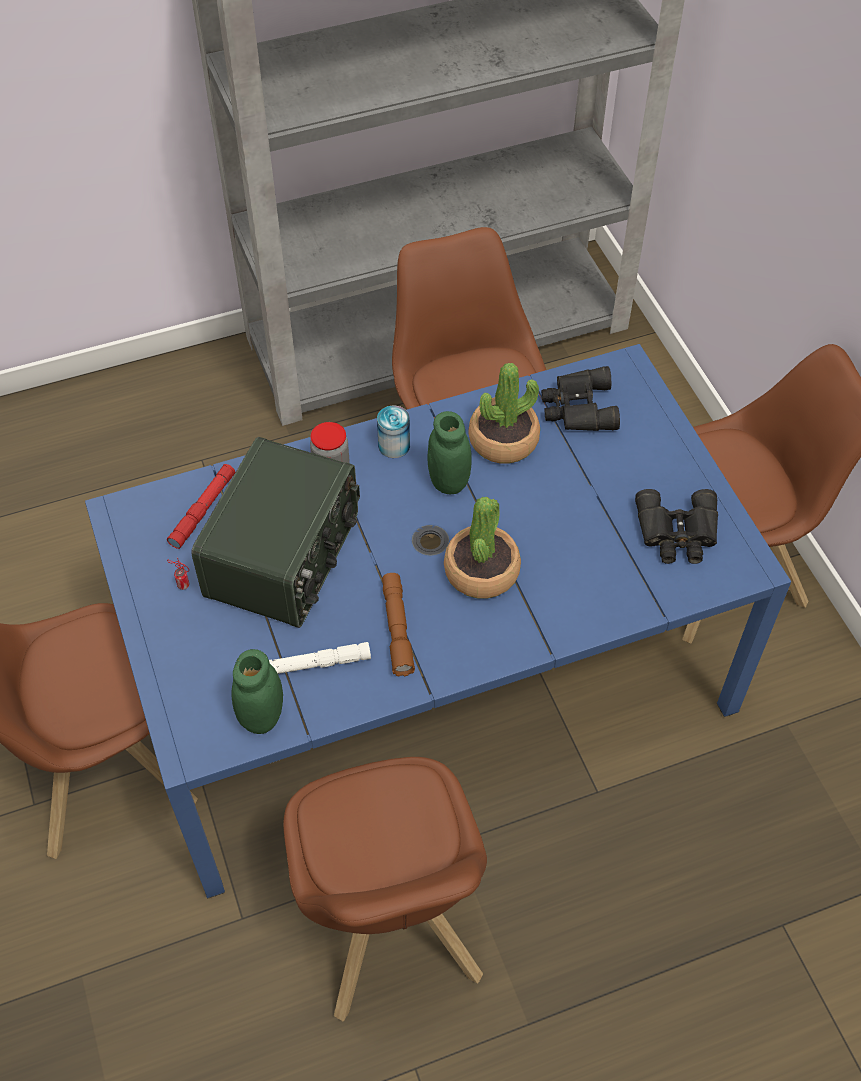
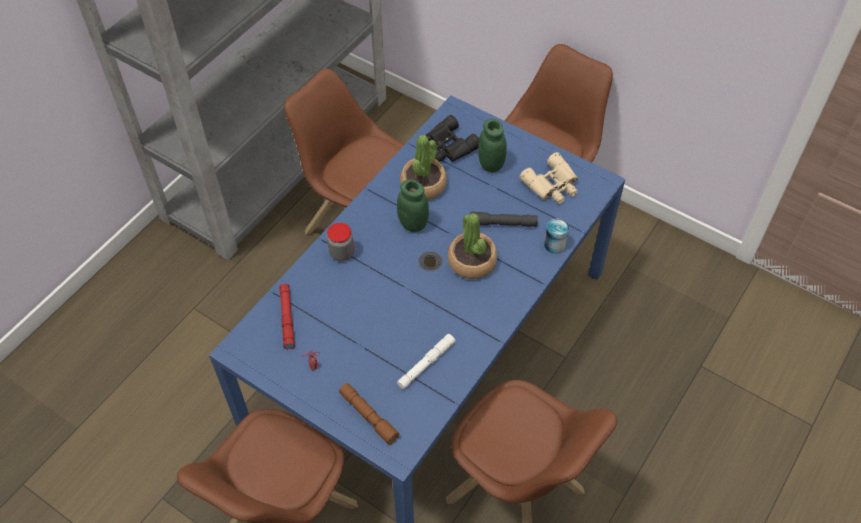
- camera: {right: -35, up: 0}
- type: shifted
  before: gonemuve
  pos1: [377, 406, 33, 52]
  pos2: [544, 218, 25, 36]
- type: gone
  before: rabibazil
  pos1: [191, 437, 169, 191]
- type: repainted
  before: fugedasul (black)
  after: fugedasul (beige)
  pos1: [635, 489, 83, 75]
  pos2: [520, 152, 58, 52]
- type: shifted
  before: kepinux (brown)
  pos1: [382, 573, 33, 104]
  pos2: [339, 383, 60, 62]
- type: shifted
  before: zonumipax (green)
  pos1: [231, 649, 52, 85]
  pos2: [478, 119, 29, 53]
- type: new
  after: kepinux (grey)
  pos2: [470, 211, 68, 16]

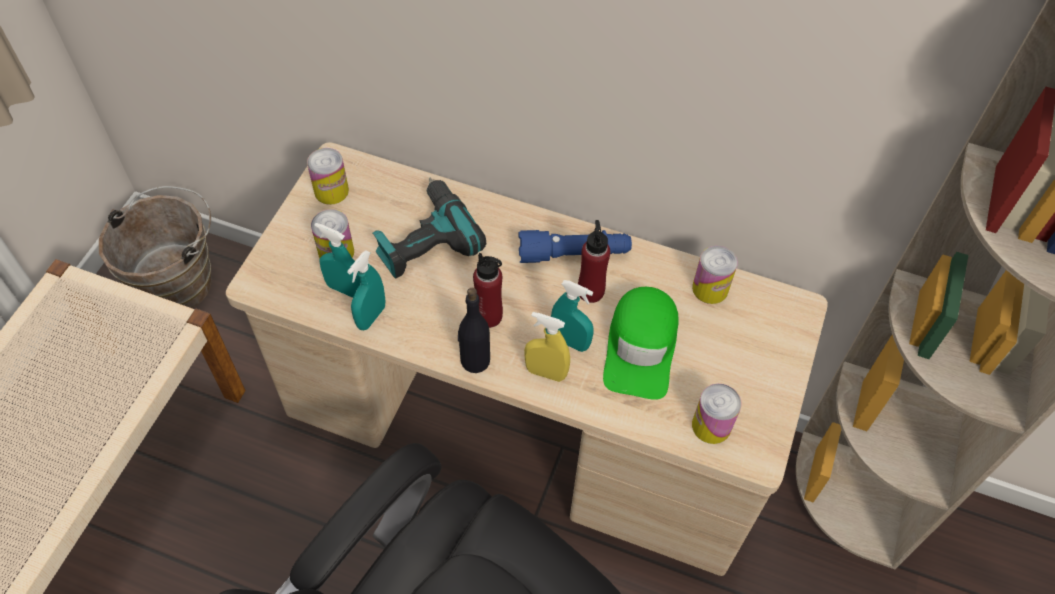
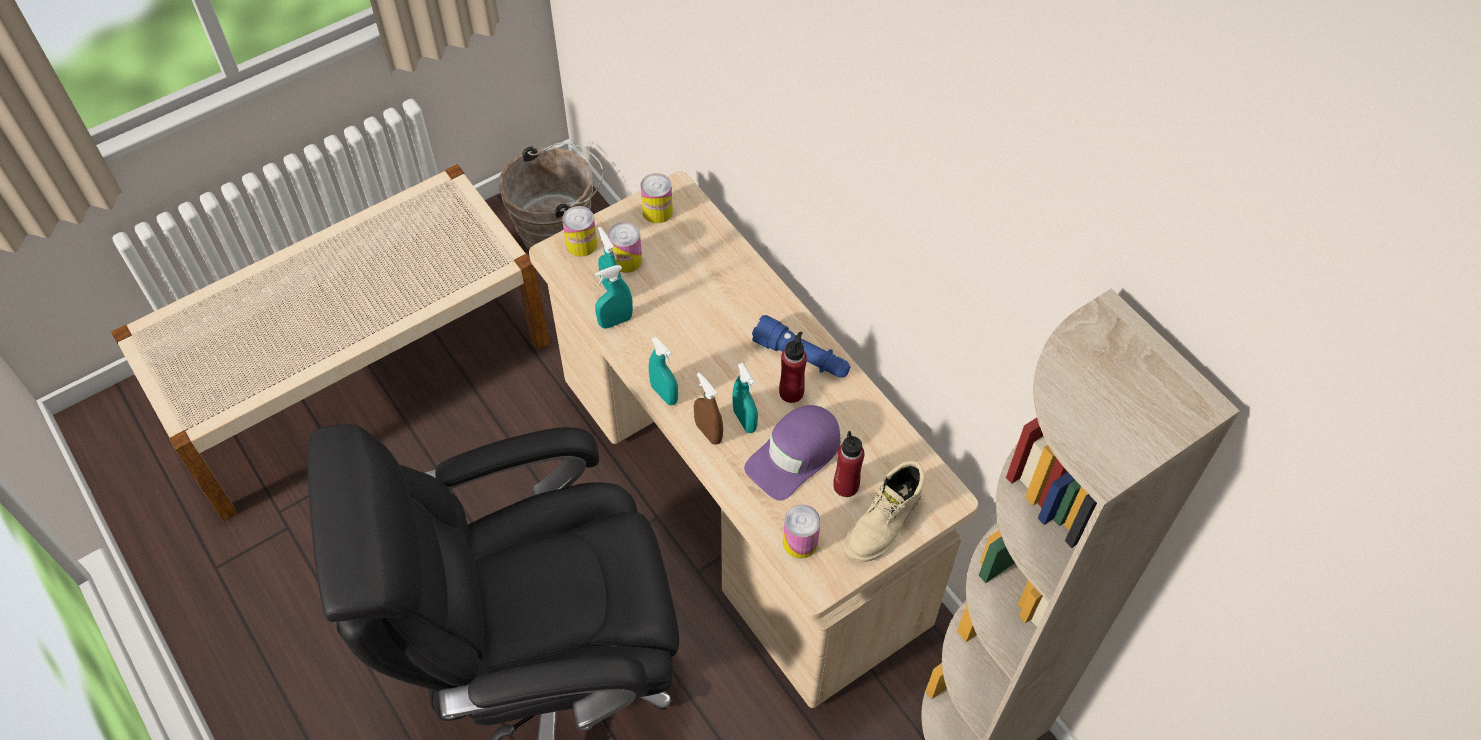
- camera: {right: 35, up: 0}
- type: gone
  before: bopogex
  pos1: [373, 177, 113, 101]
- type: shifted
  before: gonemuve
  pos1: [692, 246, 46, 58]
  pos2: [562, 206, 35, 51]
- type: shifted
  before: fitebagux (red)
  pos1: [473, 253, 30, 75]
  pos2: [833, 431, 32, 66]
- type: repainted
  before: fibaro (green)
  after: fibaro (purple)
  pos1: [603, 287, 76, 113]
  pos2: [744, 405, 96, 96]
- type: swapped
  before: fitebagux (black)
  after: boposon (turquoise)
  pos1: [458, 288, 32, 85]
  pos2: [649, 337, 29, 68]
- type: repainted
  before: boposon (yellow)
  after: boposon (brown)
  pos1: [524, 312, 46, 70]
  pos2: [694, 372, 29, 73]
- type: new
  after: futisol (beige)
  pos2: [844, 461, 81, 101]

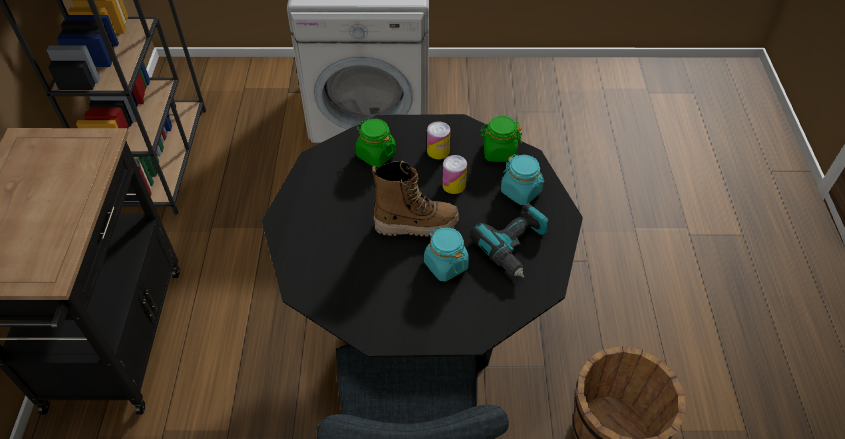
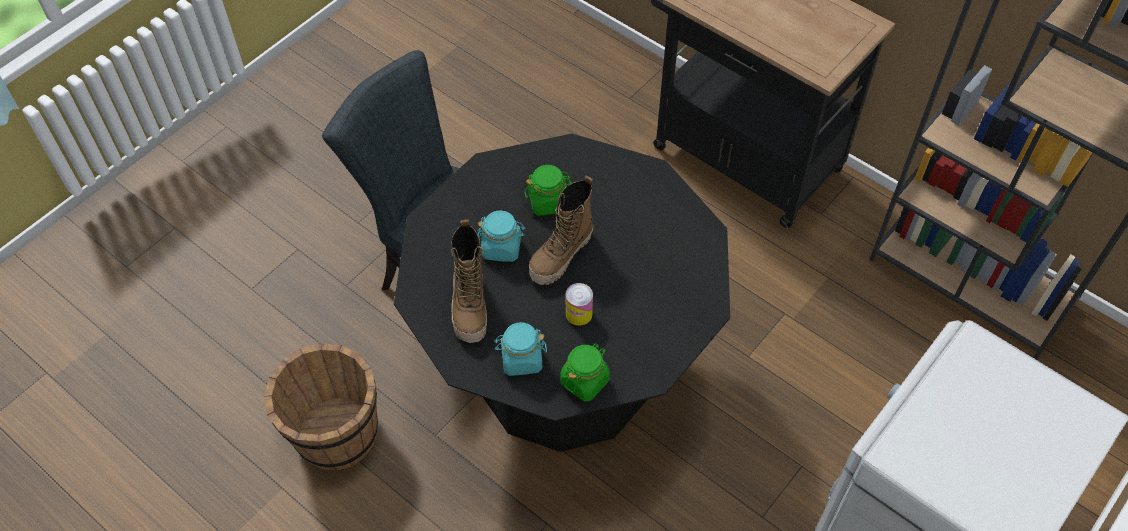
- camera: {right: 130, up: 5}
- type: shifted
  before: zonumipax (green)
  pos1: [356, 119, 40, 48]
  pos2: [525, 165, 47, 51]
- type: gone
  before: gonemuve
  pos1: [427, 121, 23, 38]
- type: swapped
  before: bopogex
  after: futisol
  pos1: [470, 203, 79, 75]
  pos2: [451, 220, 36, 123]

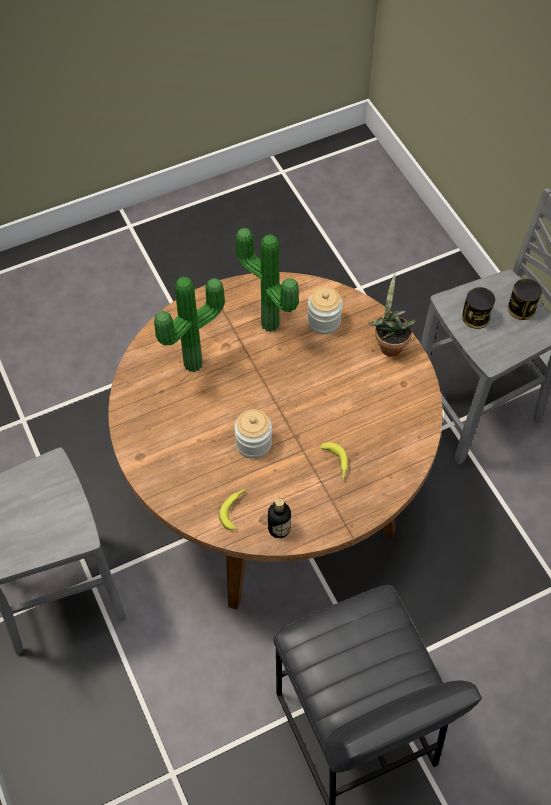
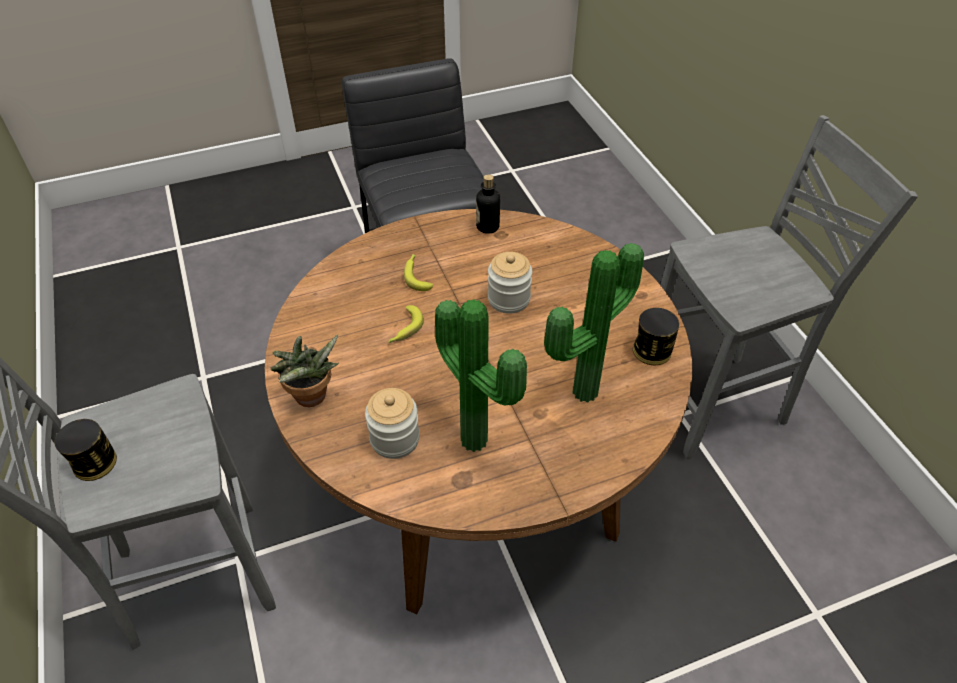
- camera: {right: -175, up: -10}
- type: shifted
  before: gonemuve
  pos1: [462, 287, 33, 42]
  pos2: [633, 308, 46, 57]
- type: shifted
  before: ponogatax
  pos1: [219, 488, 26, 43]
  pos2: [388, 305, 36, 38]

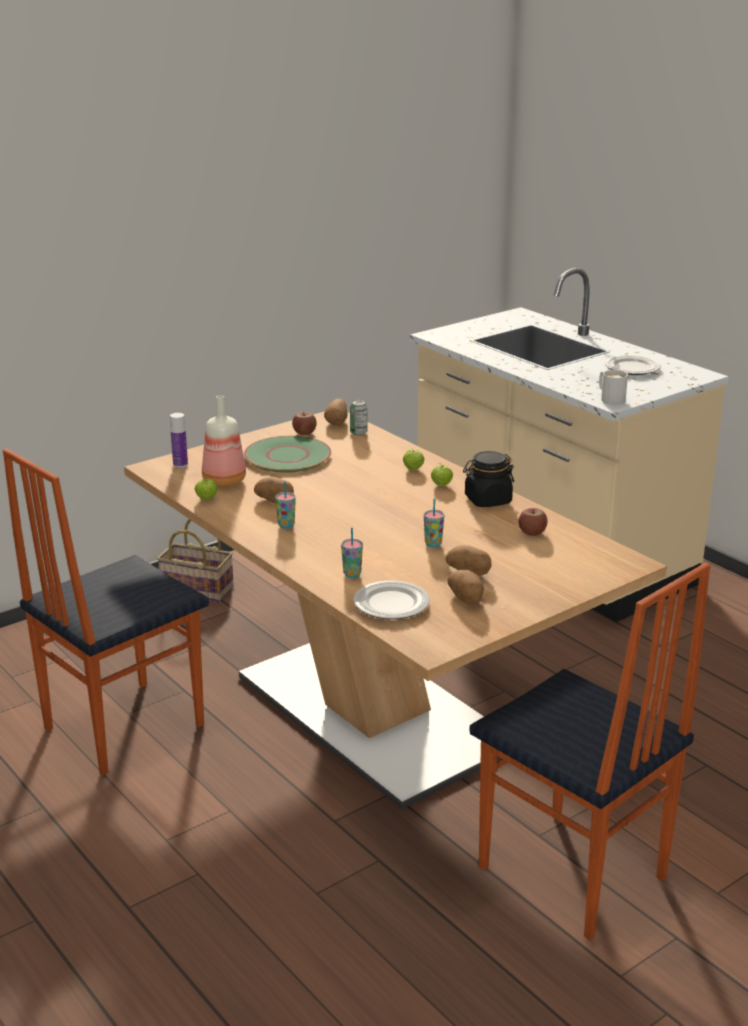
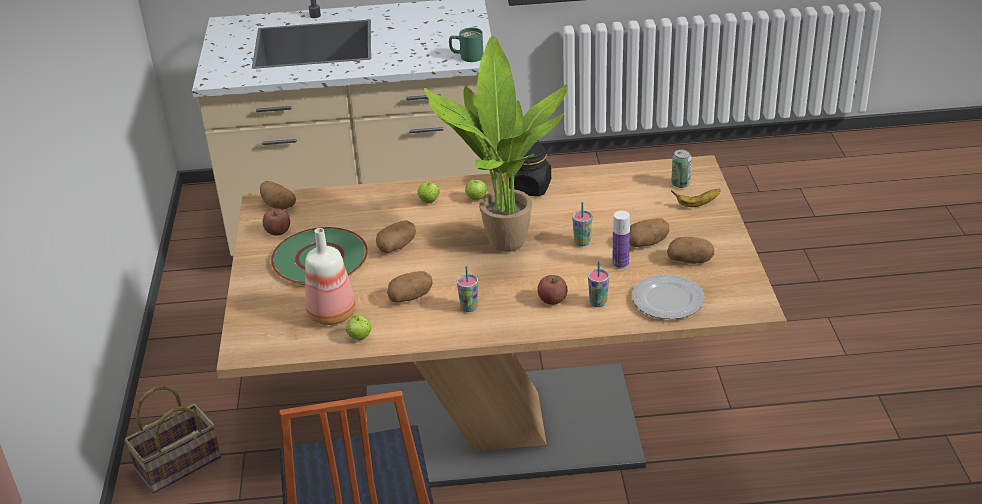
- camera: {right: -55, up: 10}
- type: gone
  before: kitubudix
  pos1: [605, 355, 56, 20]
- type: repainted
  before: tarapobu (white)
  after: tarapobu (green)
  pos1: [599, 370, 29, 35]
  pos2: [449, 28, 35, 34]
- type: shifted
  before: gonemuve
  pos1: [350, 400, 17, 36]
  pos2: [671, 150, 21, 38]
- type: shifted
  before: fitebagux
  pos1: [170, 413, 18, 55]
  pos2: [612, 211, 18, 58]
- type: shifted
  before: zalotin
  pos1: [519, 508, 29, 28]
  pos2: [538, 275, 29, 30]
- type: gone
  before: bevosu
  pos1: [469, 563, 242, 377]
- type: new
  after: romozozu
  pos2: [424, 36, 143, 216]
- type: new
  after: ponogatax
  pos2: [671, 189, 50, 18]
- type: new
  after: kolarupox
  pos2: [376, 220, 40, 33]

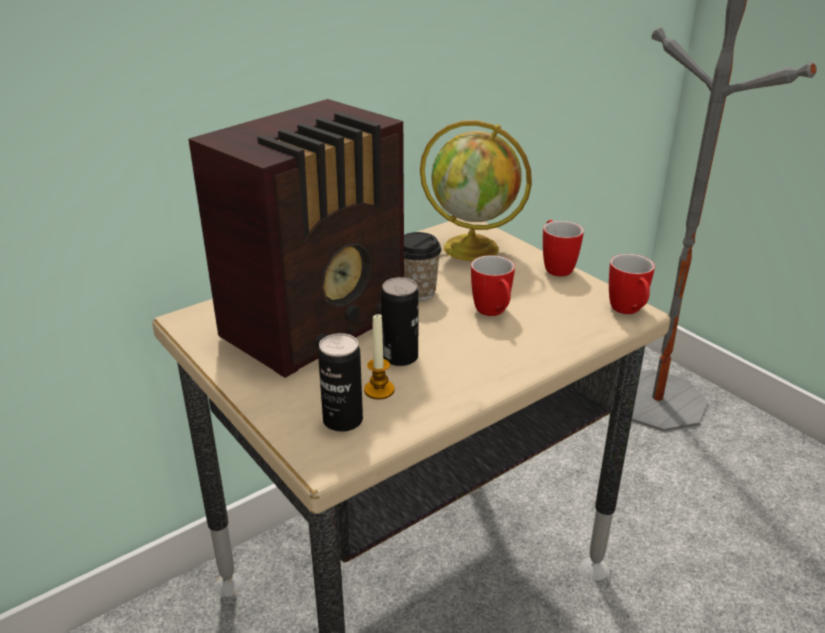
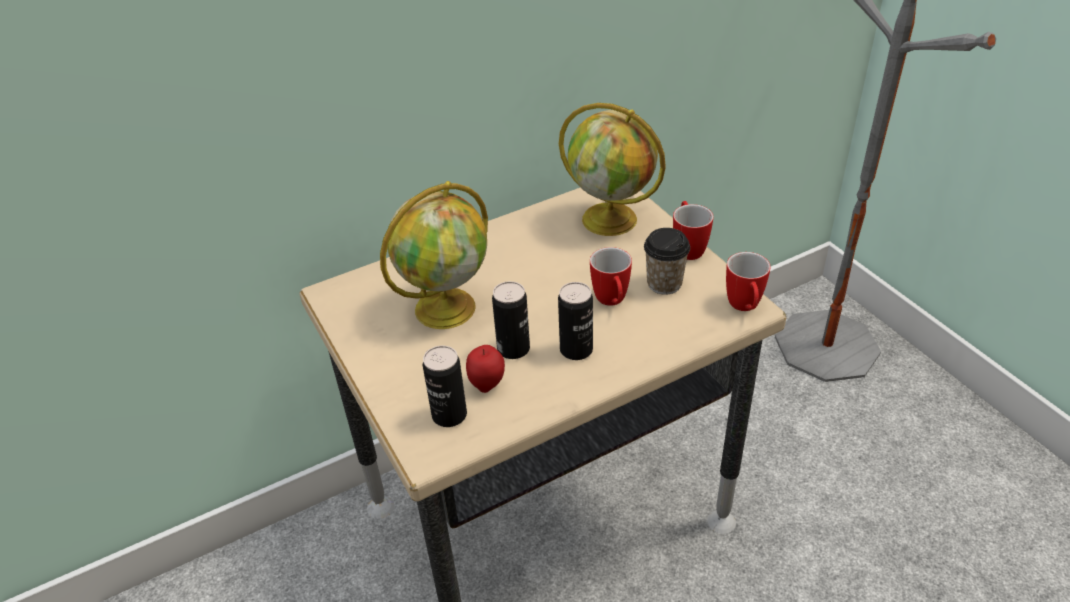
- camera: {right: 10, up: 10}
- type: swapped
  before: rabibazil
  after: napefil
  pos1: [188, 99, 216, 279]
  pos2: [380, 181, 108, 148]
- type: shifted
  before: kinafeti
  pos1: [404, 232, 38, 69]
  pos2: [644, 228, 46, 67]
- type: swapped
  before: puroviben
  after: zalotin
  pos1: [364, 314, 31, 86]
  pos2: [466, 345, 39, 48]
- type: new
  after: gonemuve
  pos2: [558, 282, 35, 78]

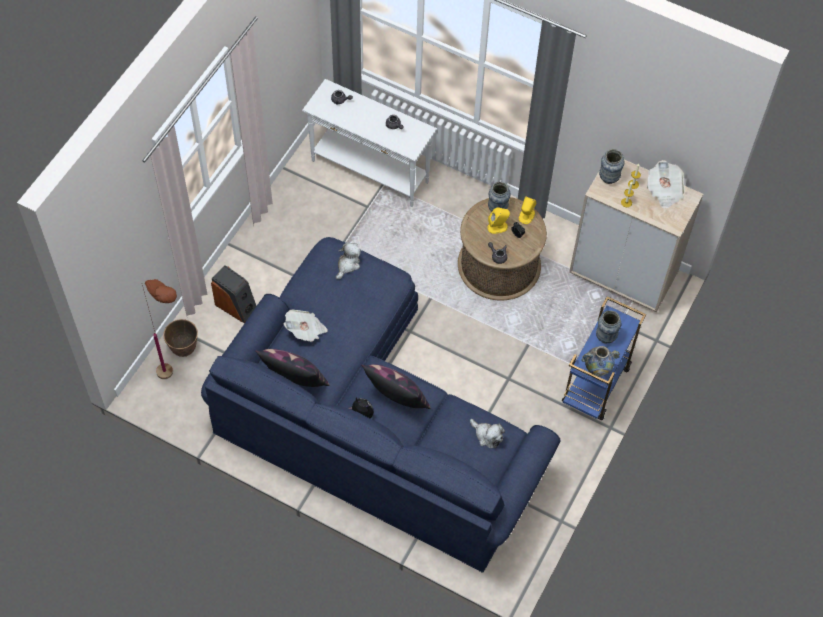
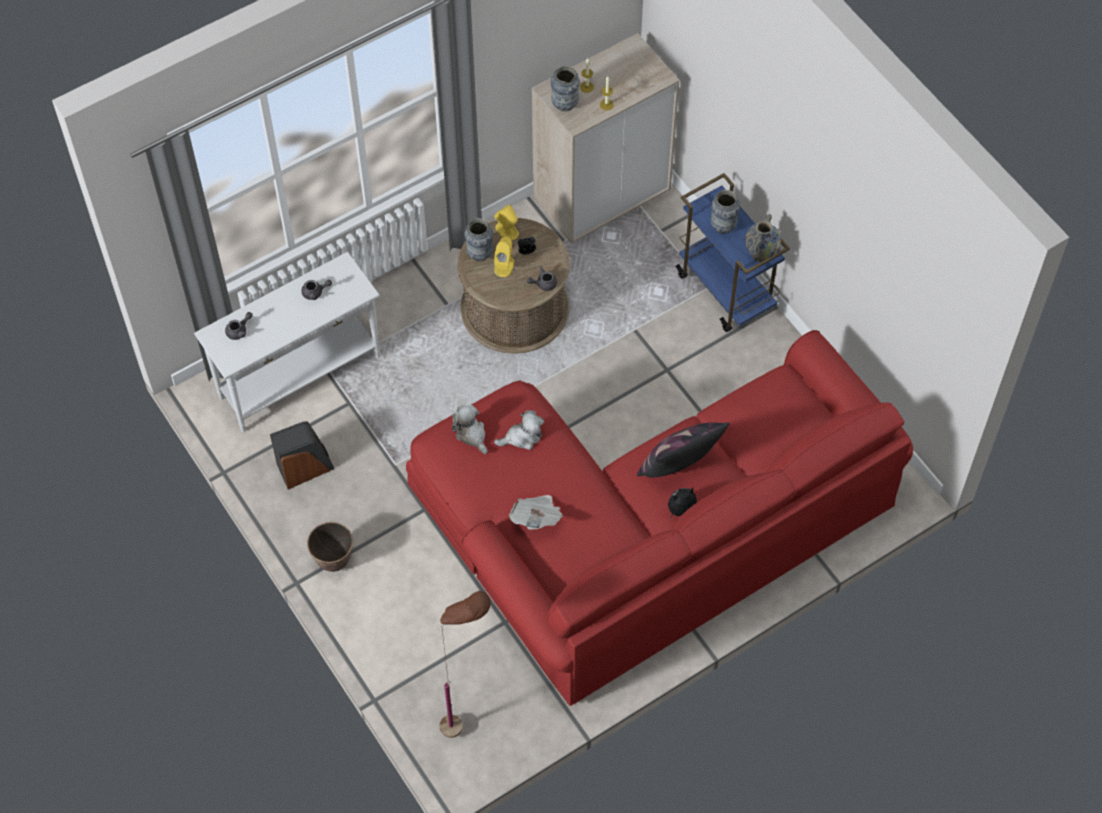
- camera: {right: -60, up: 0}
- type: gone
  before: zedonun
  pos1: [647, 160, 38, 49]
- type: repainted
  before: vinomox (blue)
  after: vinomox (red)
  pos1: [201, 237, 360, 335]
  pos2: [406, 330, 507, 376]
- type: shifted
  before: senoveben
  pos1: [211, 265, 45, 58]
  pos2: [270, 421, 64, 69]
- type: shifted
  before: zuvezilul
  pos1: [163, 319, 35, 38]
  pos2: [307, 522, 46, 50]
- type: gone
  before: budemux
  pos1: [255, 349, 74, 38]
- type: shifted
  before: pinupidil
  pos1: [470, 419, 35, 29]
  pos2: [494, 410, 50, 40]

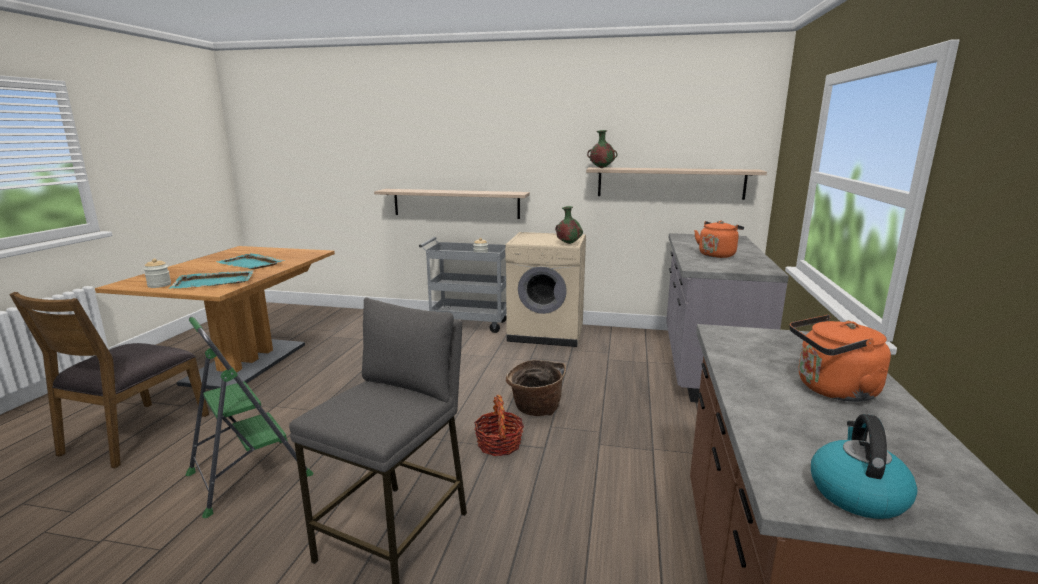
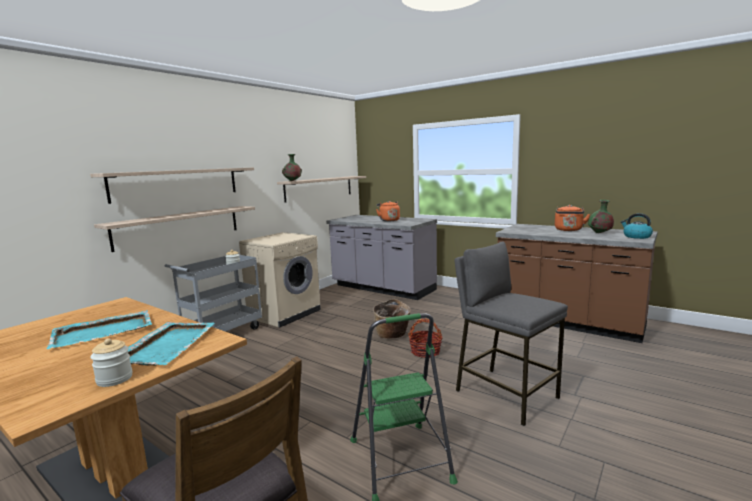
- camera: {right: -65, up: -5}
- type: shifted
  before: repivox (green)
  pos1: [555, 206, 28, 38]
  pos2: [588, 200, 26, 33]
- type: new
  after: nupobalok
  pos2: [90, 167, 164, 37]

